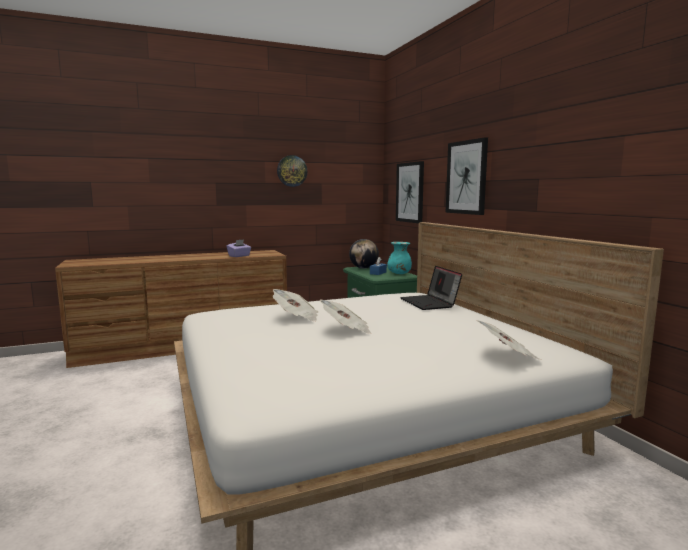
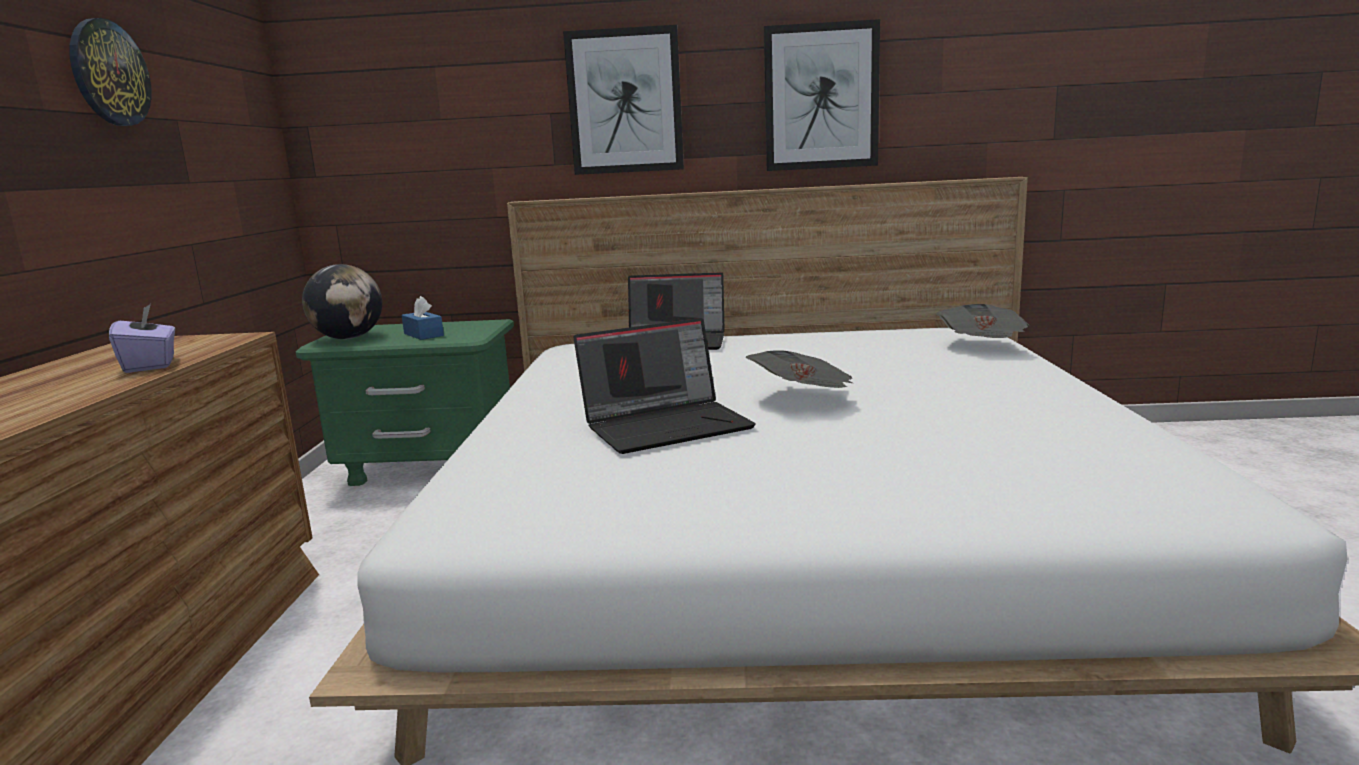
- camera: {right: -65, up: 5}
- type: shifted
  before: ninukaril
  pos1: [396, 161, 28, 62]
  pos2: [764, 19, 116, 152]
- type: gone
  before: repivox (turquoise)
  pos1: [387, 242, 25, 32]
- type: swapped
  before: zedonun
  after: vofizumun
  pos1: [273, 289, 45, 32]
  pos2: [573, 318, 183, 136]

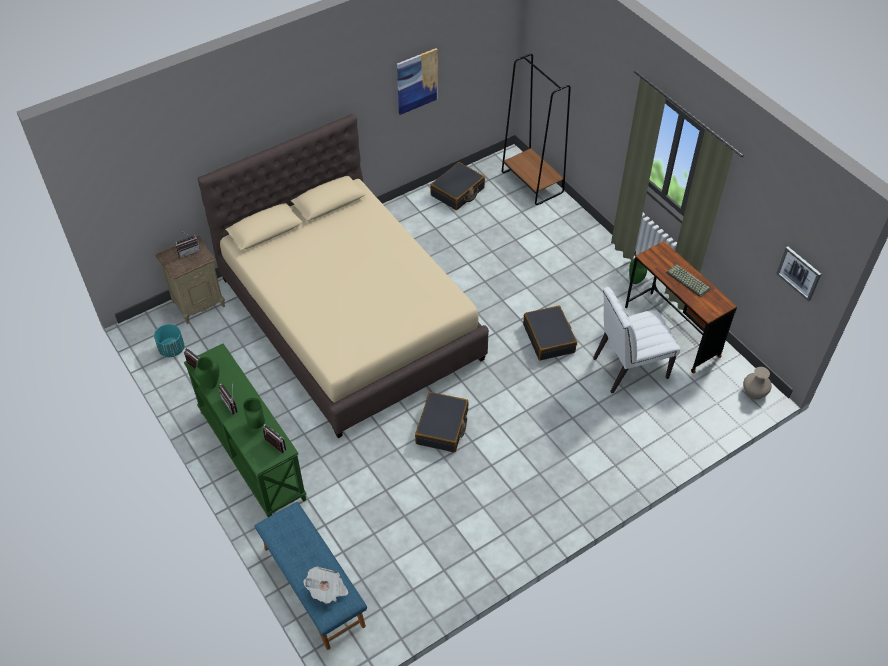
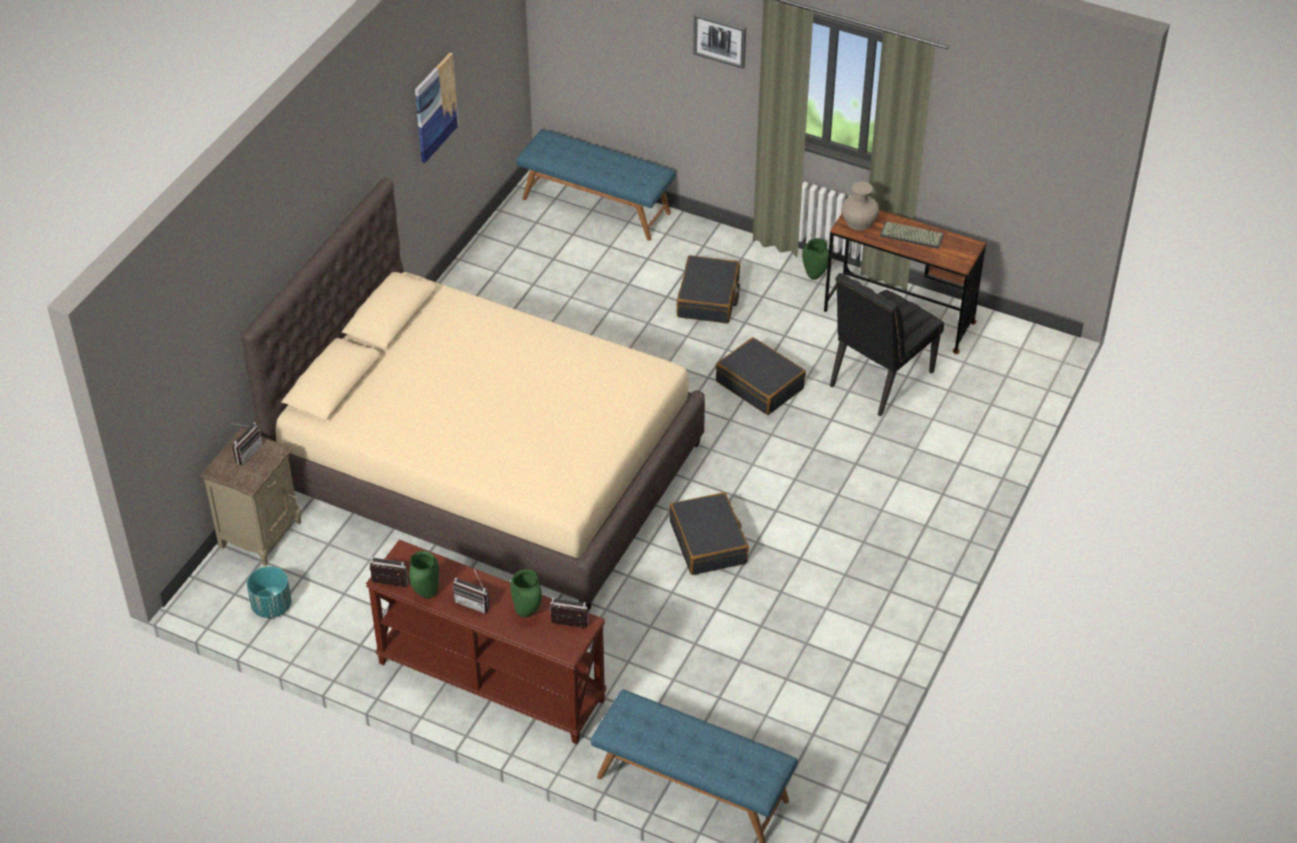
- camera: {right: -30, up: -5}
- type: swapped
  before: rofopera
  after: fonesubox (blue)
  pos1: [502, 53, 69, 152]
  pos2: [516, 129, 159, 112]
- type: shifted
  before: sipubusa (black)
  pos1: [430, 162, 55, 48]
  pos2: [677, 255, 63, 69]
- type: shifted
  before: ninukaril
  pos1: [776, 247, 45, 54]
  pos2: [693, 13, 53, 56]
- type: repainted
  before: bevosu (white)
  after: bevosu (black)
  pos1: [593, 287, 87, 106]
  pos2: [830, 273, 114, 144]
- type: repainted
  before: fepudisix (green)
  after: fepudisix (brown)
  pos1: [184, 343, 122, 174]
  pos2: [366, 540, 241, 204]
- type: shifted
  before: repivox (beige)
  pos1: [743, 367, 29, 33]
  pos2: [841, 181, 38, 49]
- type: gone
  before: zedonun
  pos1: [303, 567, 45, 37]

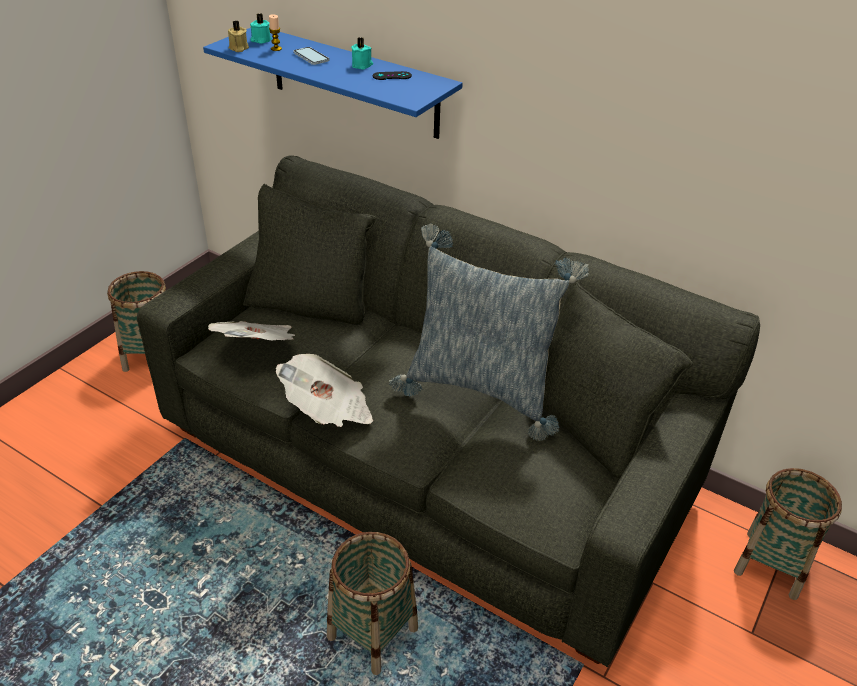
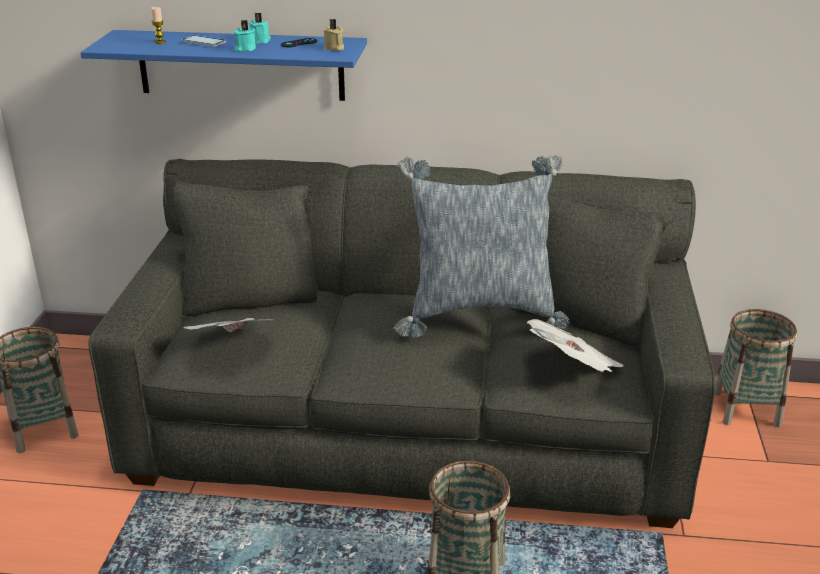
- camera: {right: -25, up: -10}
- type: shifted
  before: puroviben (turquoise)
  pos1: [250, 13, 22, 31]
  pos2: [234, 20, 22, 32]
- type: shifted
  before: puroviben (beige)
  pos1: [228, 20, 21, 32]
  pos2: [323, 19, 21, 32]
- type: shifted
  before: zedonun
  pos1: [276, 354, 97, 73]
  pos2: [527, 319, 96, 53]

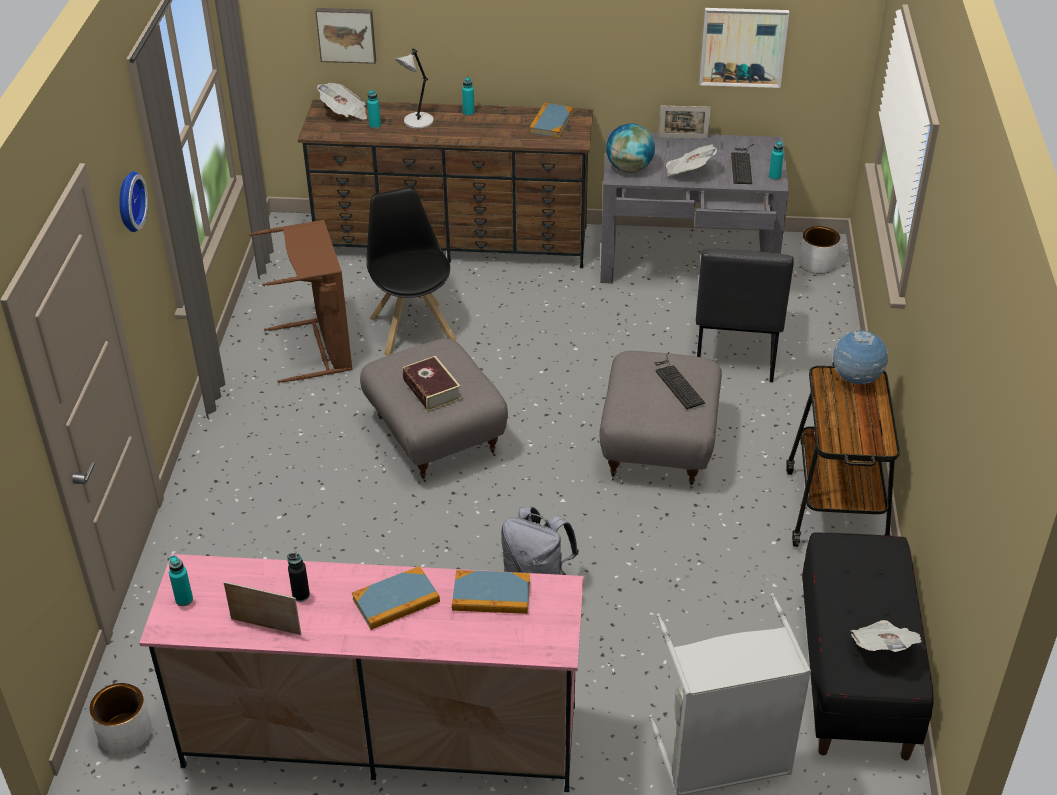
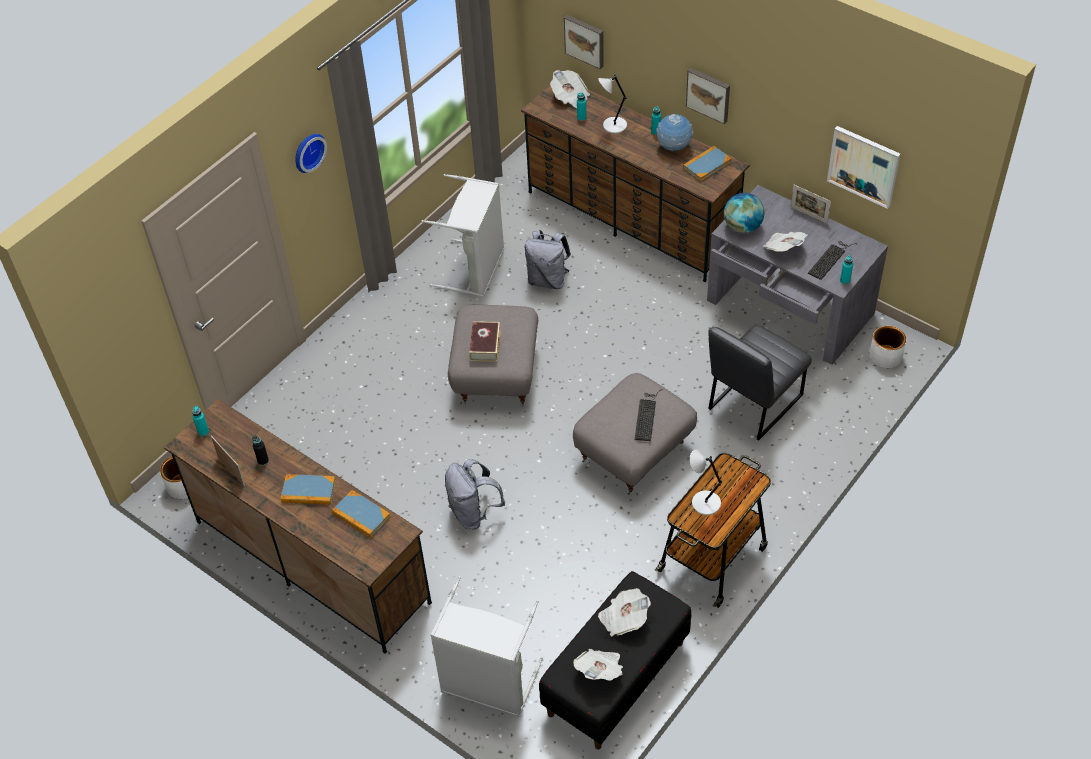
- camera: {right: 35, up: 10}
- type: swapped
  before: bevosu (black)
  after: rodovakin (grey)
  pos1: [366, 188, 91, 168]
  pos2: [525, 230, 46, 59]
- type: repainted
  before: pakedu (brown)
  after: pakedu (grey)
  pos1: [249, 220, 103, 163]
  pos2: [421, 174, 83, 123]
- type: shifted
  before: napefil
  pos1: [833, 330, 55, 54]
  pos2: [657, 114, 36, 37]
- type: repainted
  before: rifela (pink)
  after: rifela (brown)
  pos1: [139, 554, 445, 238]
  pos2: [164, 399, 268, 255]
- type: new
  after: ninukaril
  pos2: [686, 68, 44, 56]
- type: new
  after: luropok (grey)
  pos2: [690, 450, 32, 65]
- type: new
  after: zedonun
  pos2: [598, 588, 53, 49]

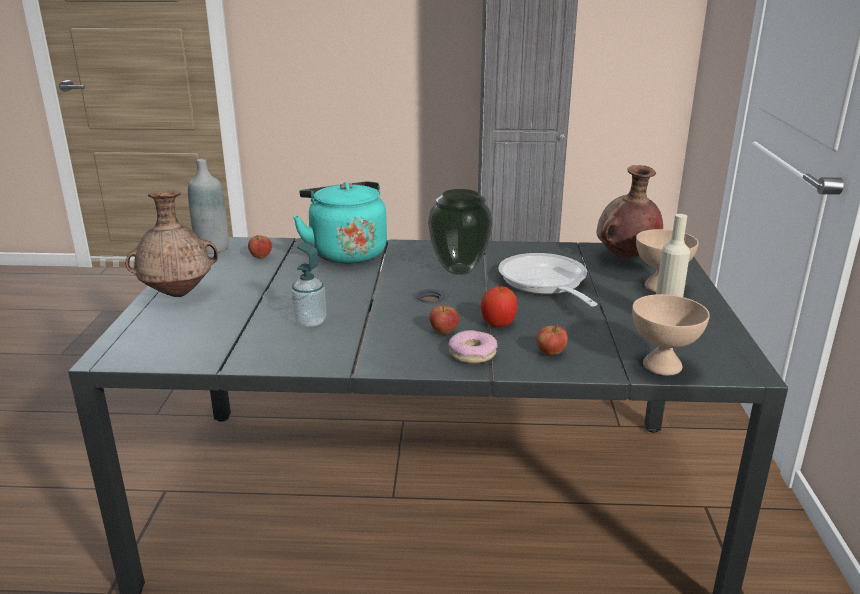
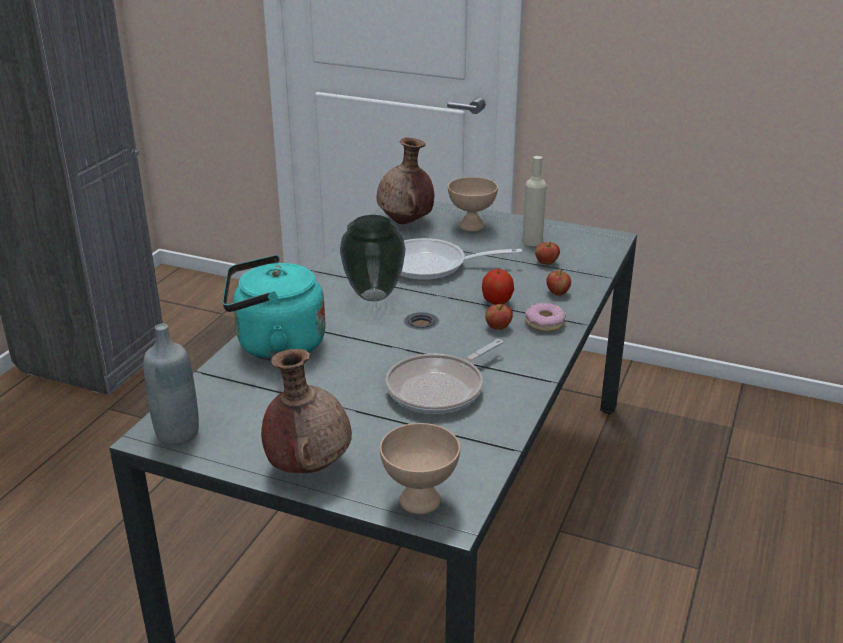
- camera: {right: -70, up: 5}
- type: shifted
  before: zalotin
  pos1: [248, 235, 24, 24]
  pos2: [535, 241, 25, 23]
- type: swapped
  before: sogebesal
  after: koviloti
  pos1: [292, 242, 34, 85]
  pos2: [385, 339, 118, 75]
- type: shifted
  before: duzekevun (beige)
  pos1: [632, 294, 78, 82]
  pos2: [380, 423, 80, 91]

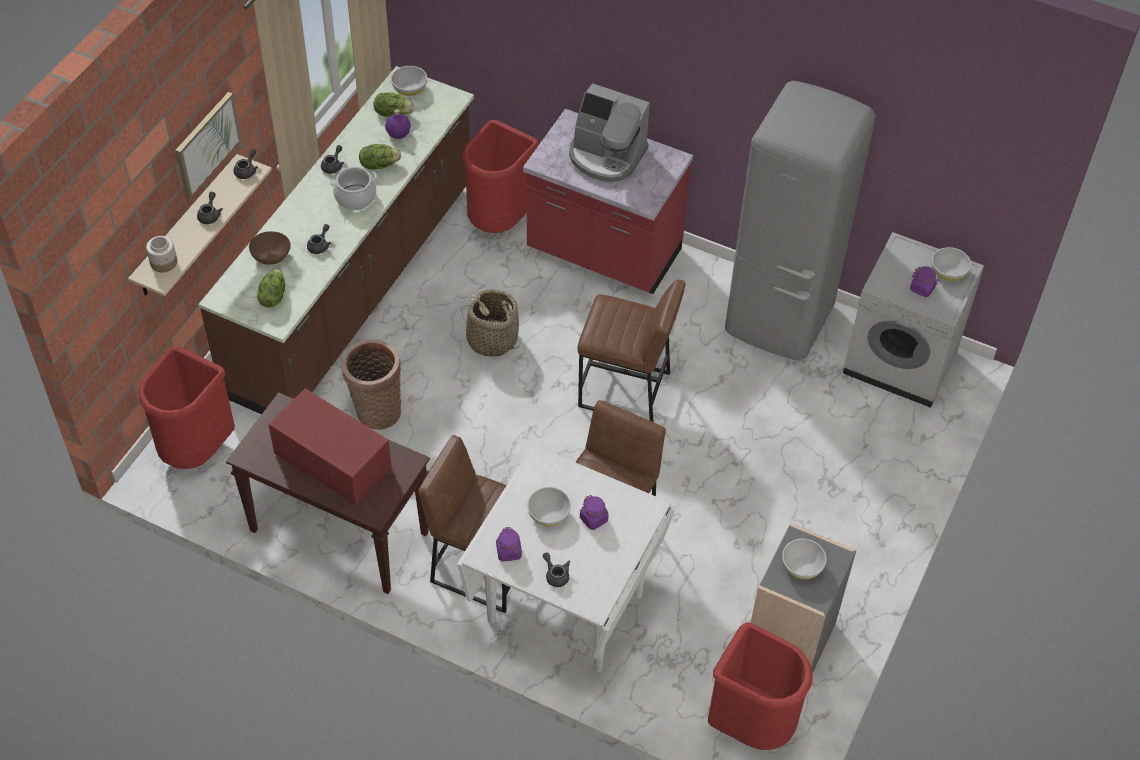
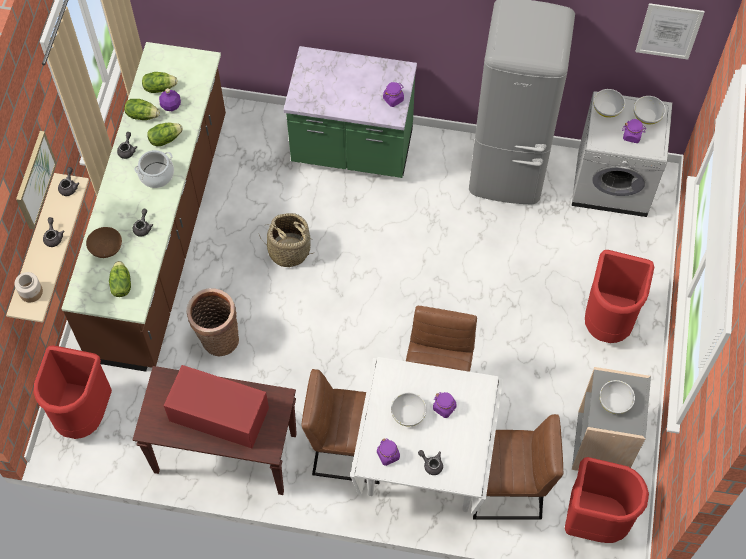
- camera: {right: -15, up: 10}
- type: shifted
  before: duzekevun (white)
  pos1: [391, 66, 36, 30]
  pos2: [593, 89, 32, 29]
- type: gone
  before: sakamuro
  pos1: [569, 83, 81, 100]
- type: repainted
  before: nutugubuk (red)
  after: nutugubuk (green)
  pos1: [523, 109, 170, 185]
  pos2: [284, 46, 133, 132]
- type: shifted
  before: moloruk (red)
  pos1: [463, 120, 76, 113]
  pos2: [585, 250, 69, 93]
- type: shifted
  before: bevosu (brown)
  pos1: [577, 279, 108, 143]
  pos2: [473, 414, 90, 106]
- type: new
  after: ninukaril
  pos2: [635, 3, 70, 57]
- type: new
  after: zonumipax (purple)
  pos2: [383, 82, 21, 25]
- type: new
  after: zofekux
  pos2: [124, 99, 36, 21]

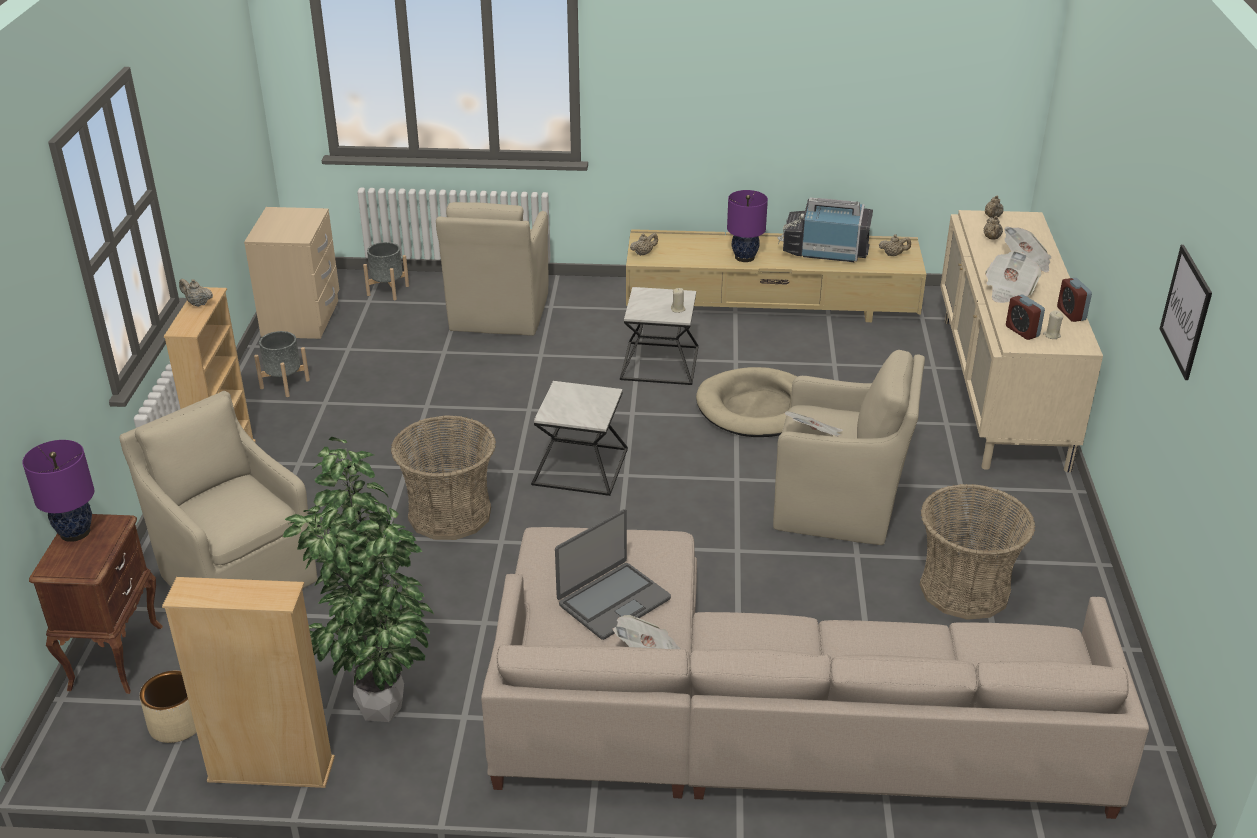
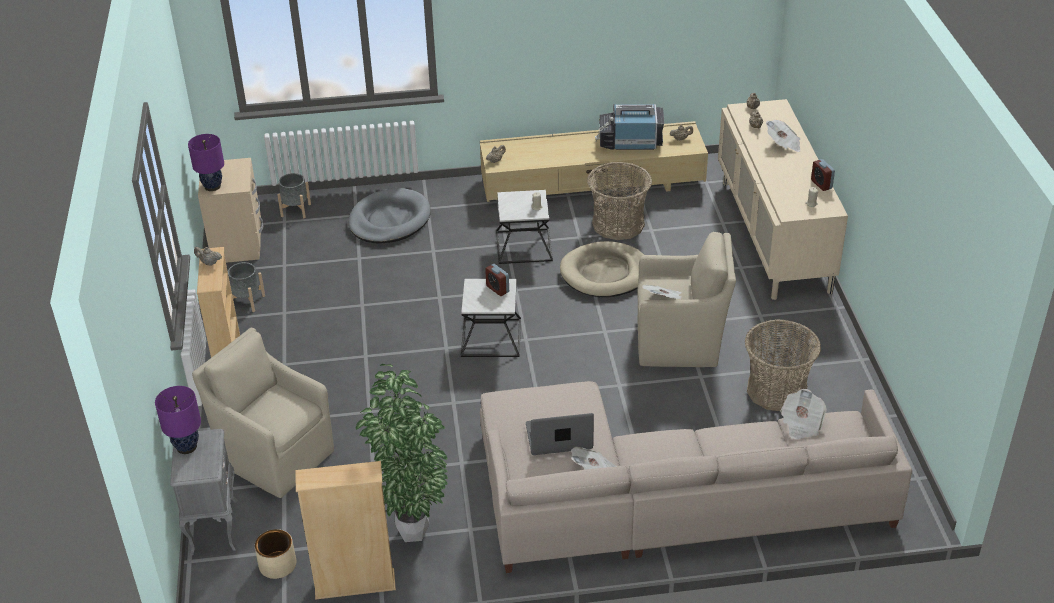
- camera: {right: -10, up: 5}
- type: shifted
  before: luropok (purple)
  pos1: [727, 190, 41, 72]
  pos2: [188, 134, 36, 57]
- type: swapped
  before: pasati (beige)
  after: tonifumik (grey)
  pos1: [436, 202, 113, 134]
  pos2: [348, 188, 83, 56]
- type: gone
  before: ninukaril
  pos1: [1160, 245, 52, 135]
- type: shifted
  before: zedonun
  pos1: [985, 251, 56, 52]
  pos2: [781, 389, 46, 50]
- type: shifted
  before: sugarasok
  pos1: [1006, 295, 39, 45]
  pos2: [485, 264, 24, 32]
- type: shifted
  before: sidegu
  pos1: [391, 415, 105, 125]
  pos2: [587, 162, 65, 78]
- type: rotated
  before: vofizumun
  pos1: [555, 509, 116, 131]
  pos2: [526, 413, 68, 42]
  turn: -135
- type: repainted
  before: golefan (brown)
  after: golefan (grey)
  pos1: [29, 514, 134, 180]
  pos2: [170, 429, 68, 126]

